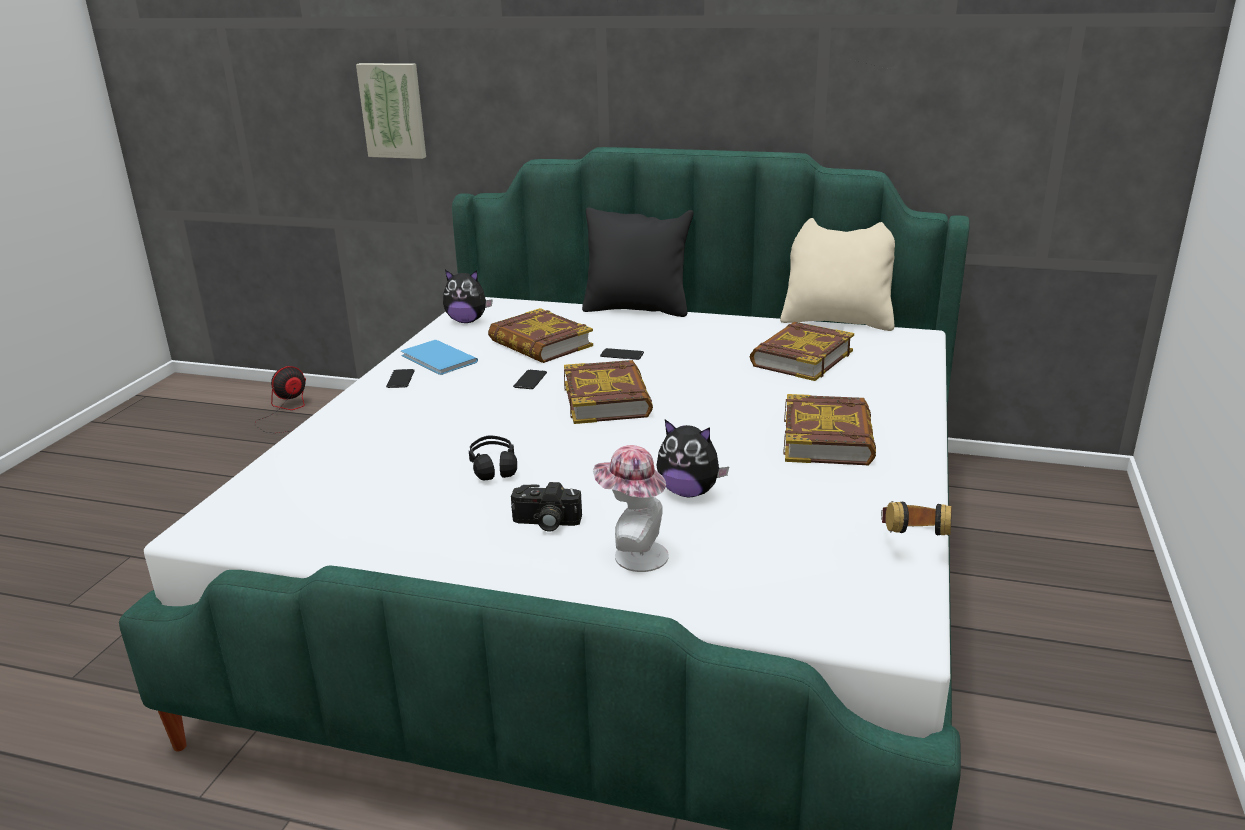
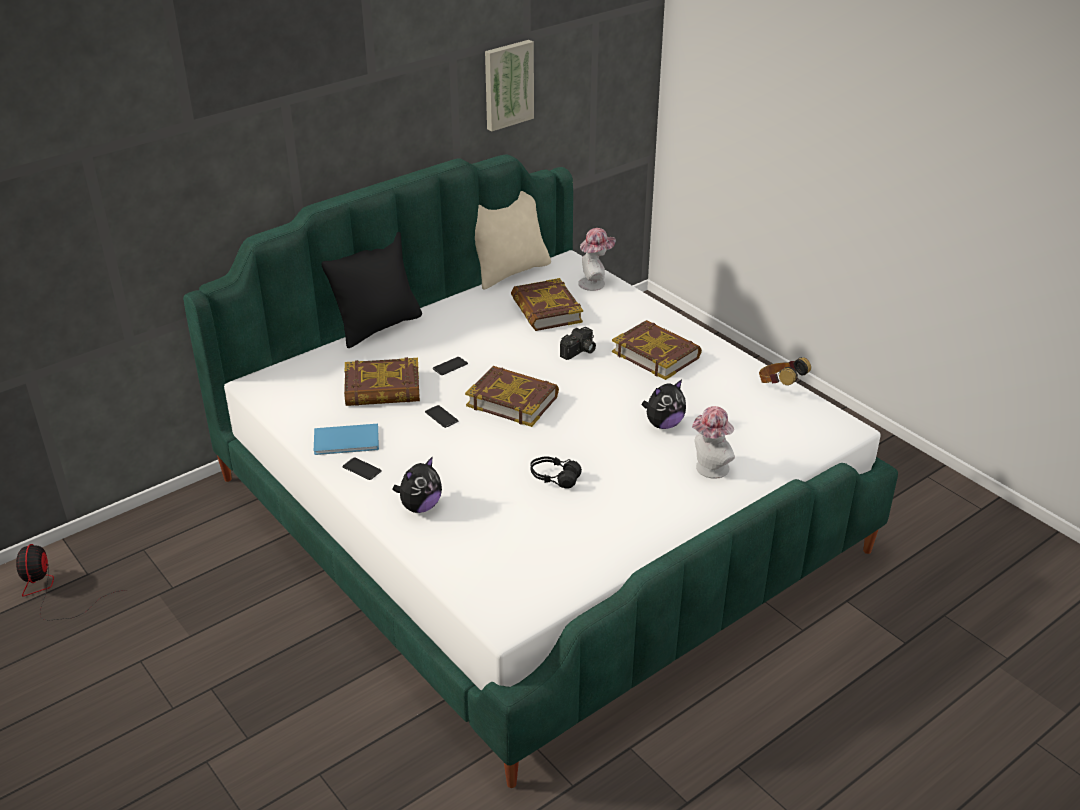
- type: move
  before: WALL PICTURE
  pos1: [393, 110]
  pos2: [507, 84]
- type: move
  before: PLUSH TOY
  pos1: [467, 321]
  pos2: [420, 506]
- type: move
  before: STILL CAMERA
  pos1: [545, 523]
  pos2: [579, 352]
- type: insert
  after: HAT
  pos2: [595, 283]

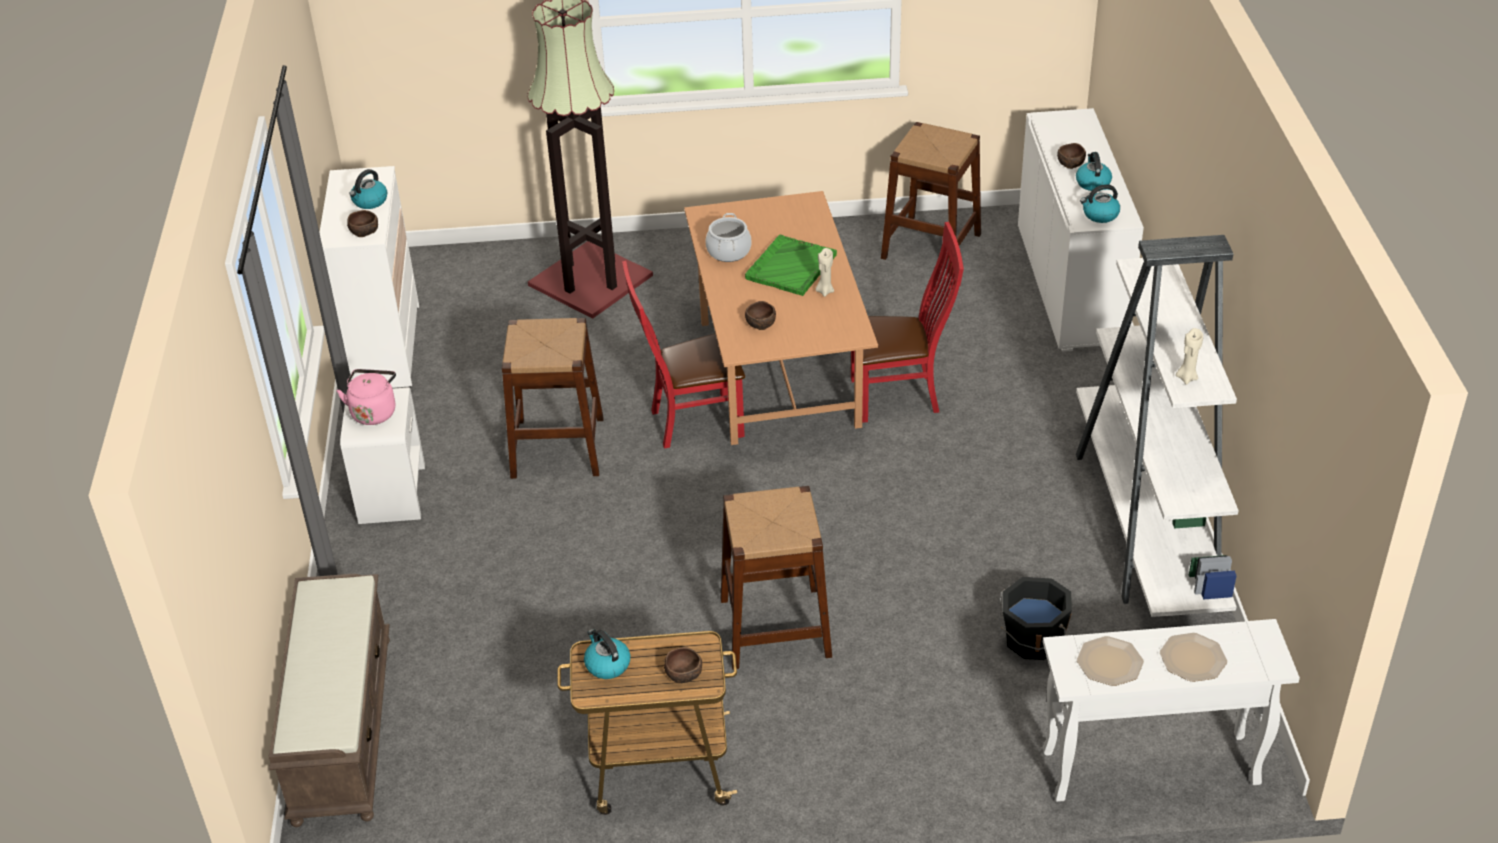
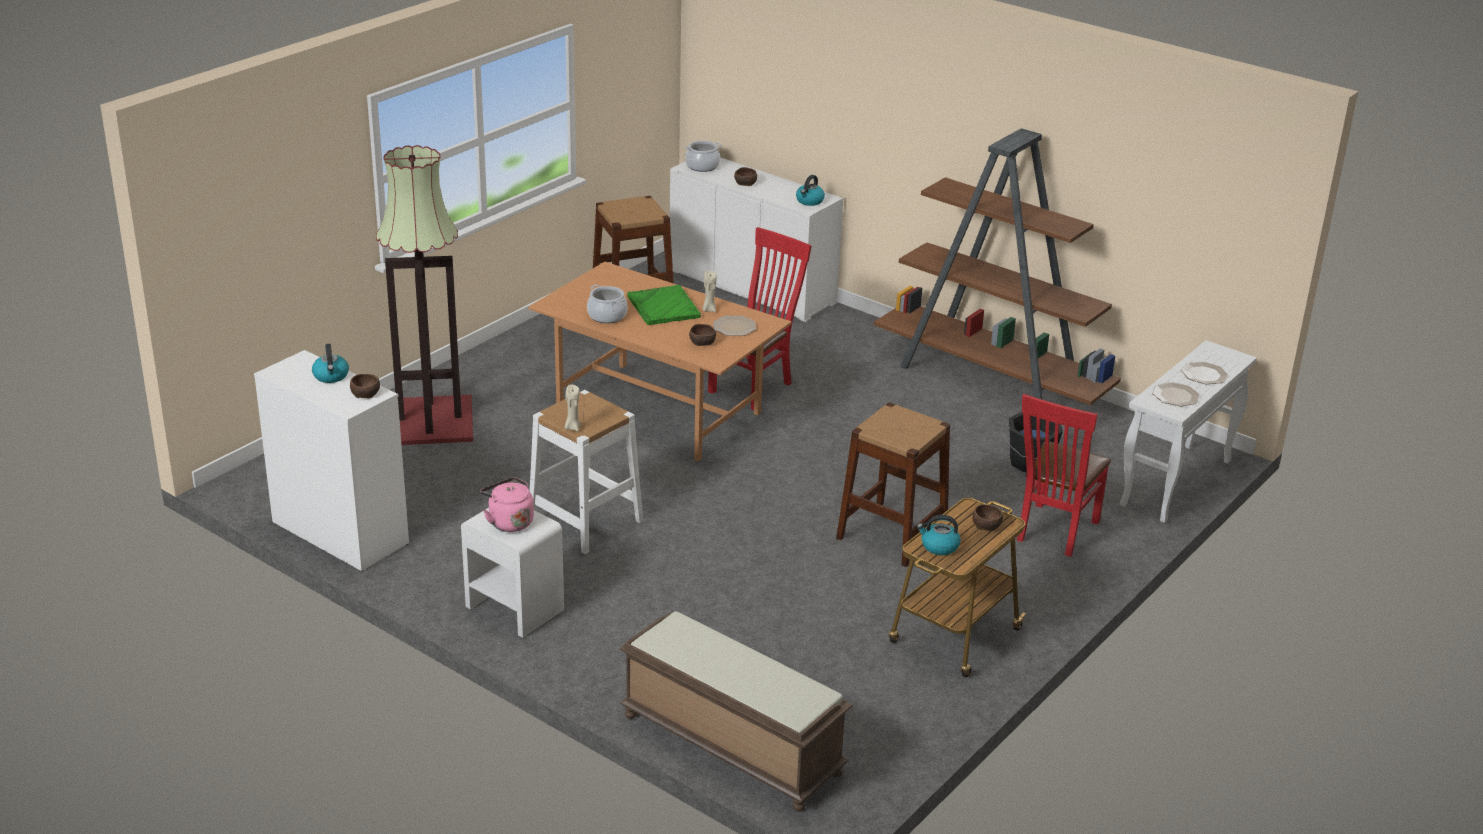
- type: delete
  before: TEA KETTLE
  pos1: [1092, 183]
- type: recolor
  before: WHITISH BOOKCASE
  after: BROWNISH BOOKCASE
  pos1: [1147, 525]
  pos2: [991, 380]
- type: move
  before: REDDISH PLAIN CHAIR
  pos1: [690, 422]
  pos2: [1053, 532]
- type: recolor
  before: BROWNISH STOOL SEAT
  after: WHITISH STOOL SEAT
  pos1: [557, 447]
  pos2: [585, 521]
- type: move
  before: BEIGE WAX LIGHT
  pos1: [1186, 377]
  pos2: [572, 427]
- type: insert
  after: STOCKPOT
  pos2: [702, 166]
- type: insert
  after: DINNER PLATE
  pos2: [734, 327]

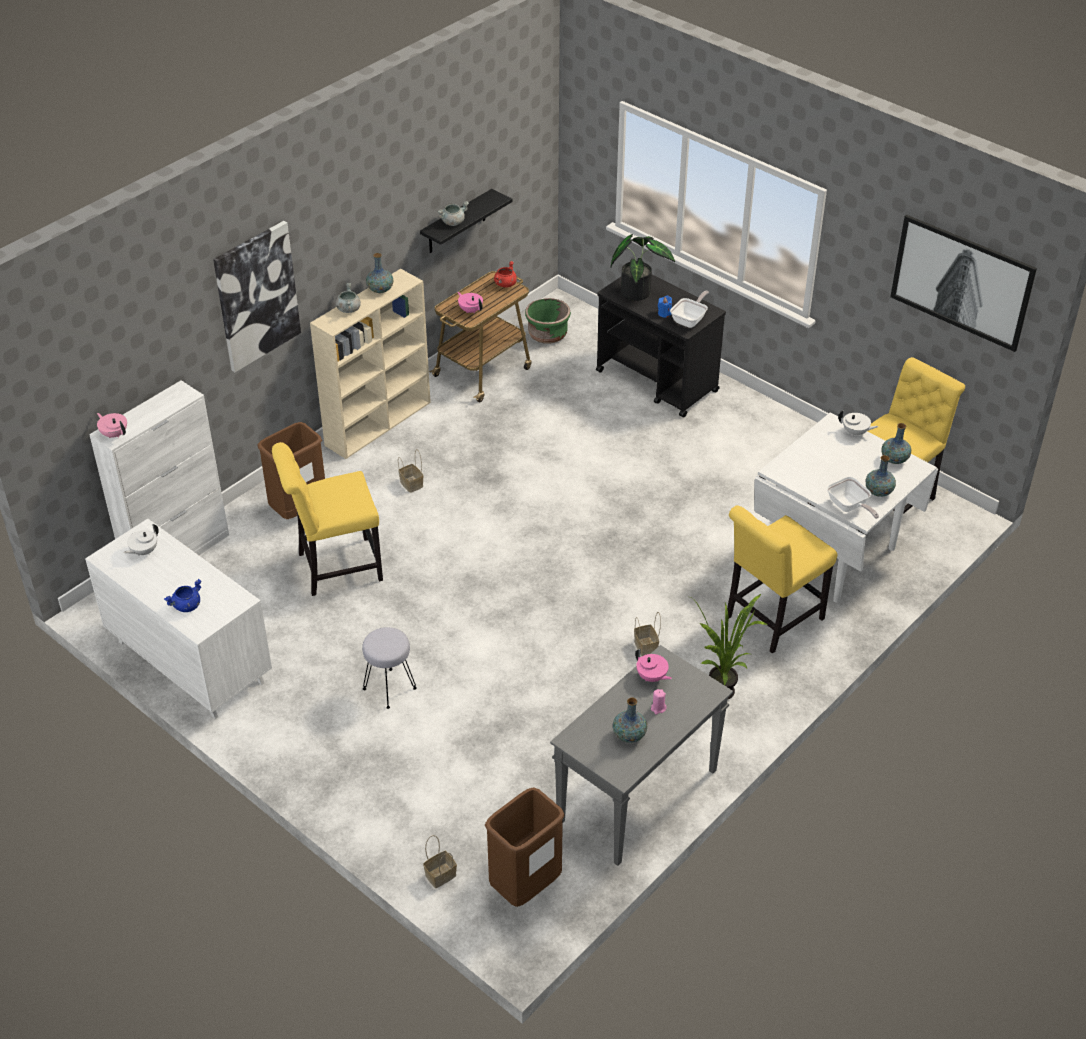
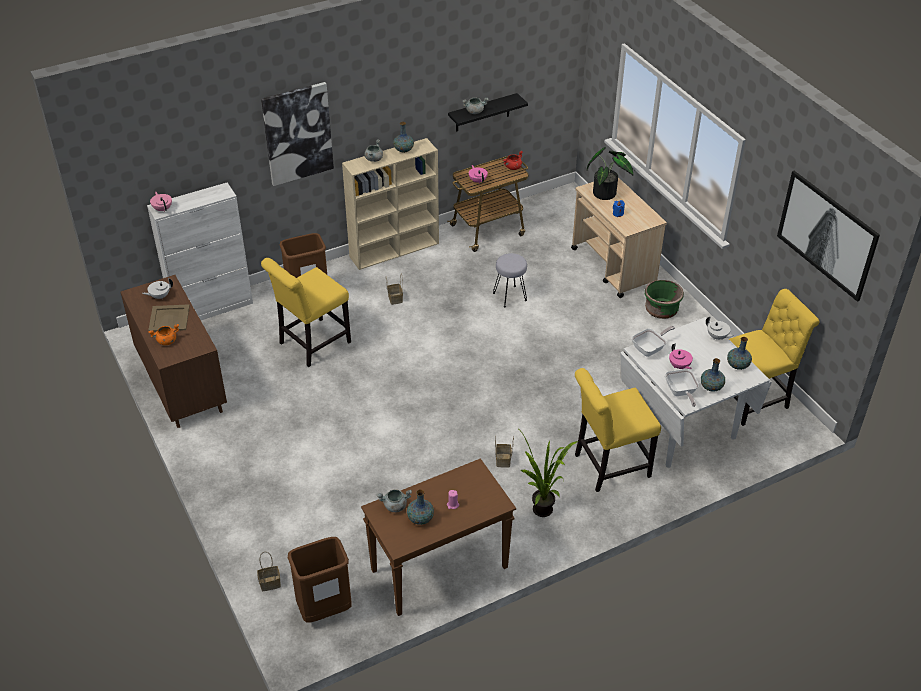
- type: recolor
  before: BLACKISH WHEELED CART
  after: BEIGE WHEELED CART
  pos1: [657, 381]
  pos2: [614, 267]
- type: move
  before: PAN
  pos1: [690, 320]
  pos2: [650, 349]
- type: move
  before: GREEN-COLOURED FLOWER POT
  pos1: [547, 335]
  pos2: [661, 310]
- type: rotate
  before: YELLOW-COLOURED PLAIN CHAIR
  pos1: [335, 568]
  pos2: [311, 344]
  turn: -45
- type: recolor
  before: WHITISH DRESSER
  after: BROWNISH DRESSER
  pos1: [189, 662]
  pos2: [181, 383]
- type: recolor
  before: BLUISH STOCKPOT
  after: ORANGE STOCKPOT
  pos1: [187, 606]
  pos2: [166, 341]
- type: move
  before: GRAY STOOL SEAT
  pos1: [390, 688]
  pos2: [510, 296]
- type: recolor
  before: GRAY CONSOLE TABLE
  after: BROWNISH CONSOLE TABLE
  pos1: [637, 798]
  pos2: [438, 570]
- type: move
  before: PINK TEAPOT
  pos1: [651, 677]
  pos2: [679, 366]
- type: insert
  after: BEIGE CARRYING TRAY
  pos2: [169, 318]
- type: insert
  after: GRAY STOCKPOT
  pos2: [395, 506]

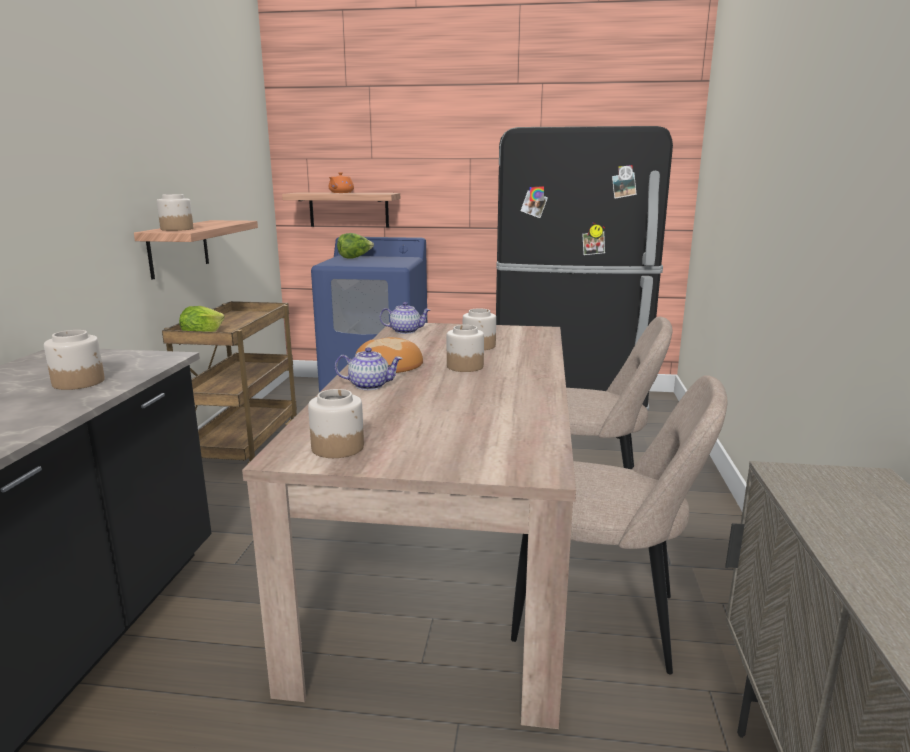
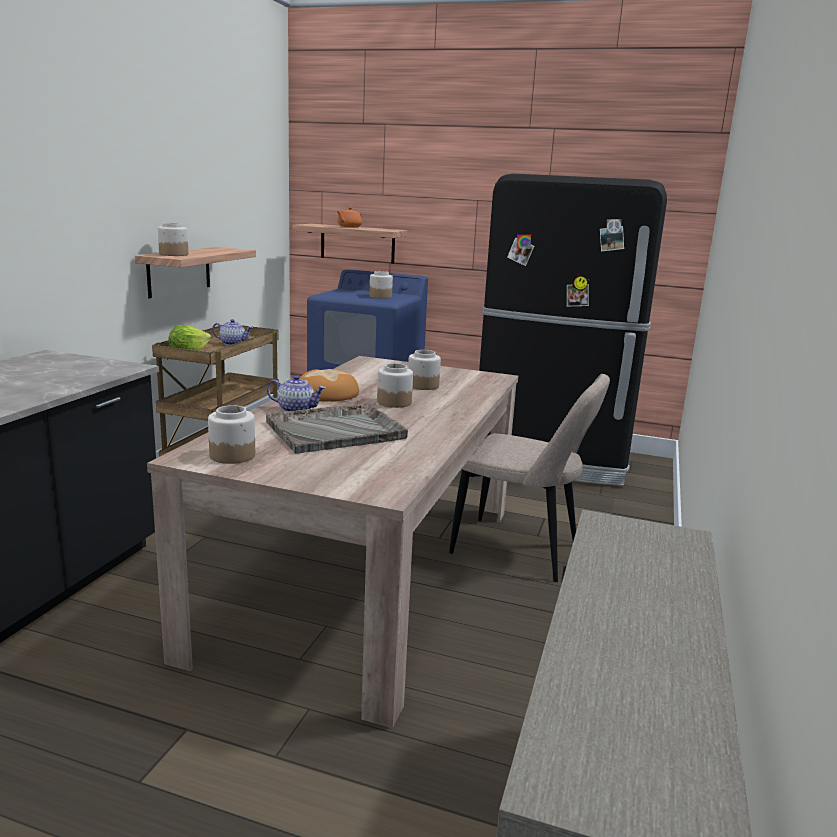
- type: delete
  before: LETTUCE HEAD
  pos1: [355, 258]
- type: move
  before: TEAPOT
  pos1: [405, 331]
  pos2: [233, 343]
- type: move
  before: PRESERVE JAR
  pos1: [79, 382]
  pos2: [381, 296]
- type: delete
  before: BEIGE PLAIN CHAIR
  pos1: [604, 620]
- type: insert
  after: GRAY CARRYING TRAY
  pos2: [337, 430]

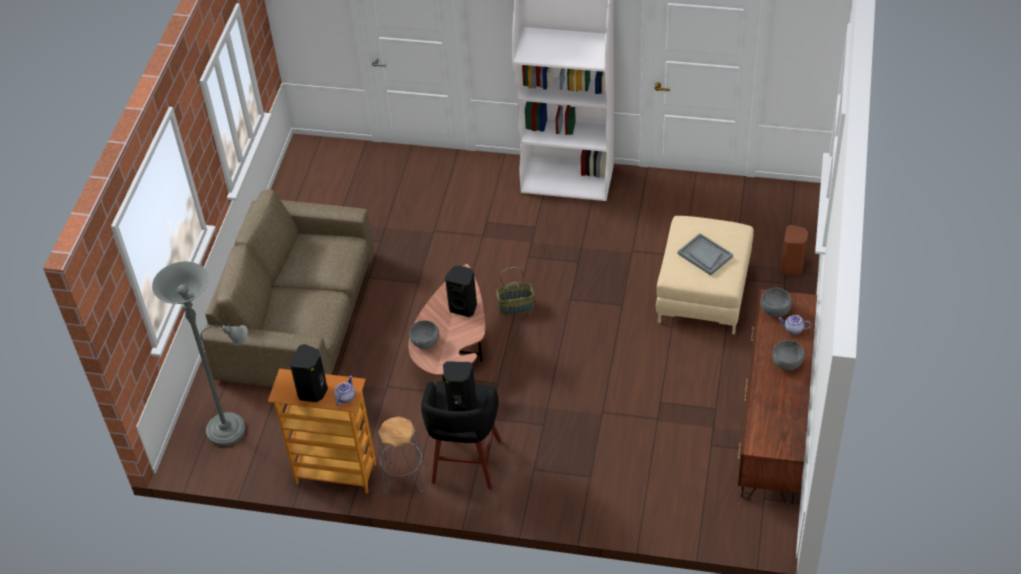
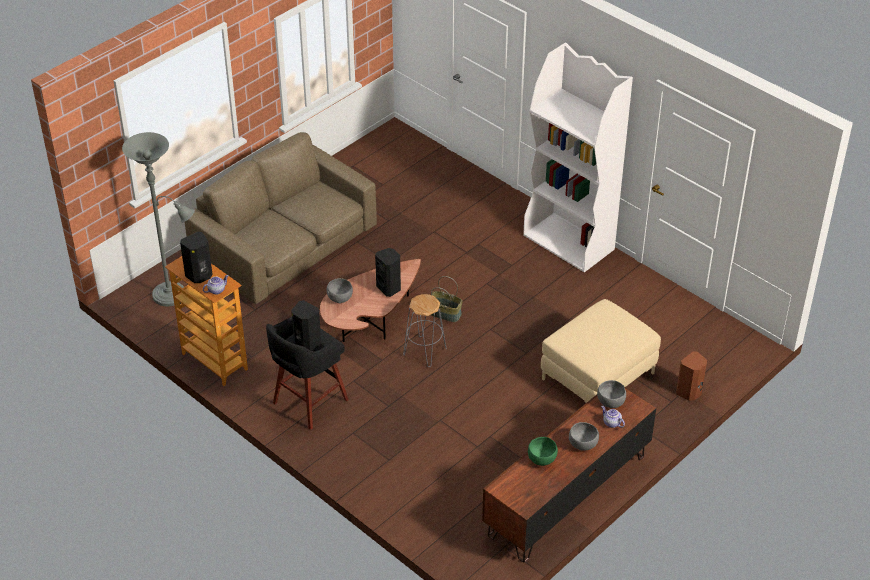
- type: delete
  before: GRAY CARRYING TRAY
  pos1: [704, 255]
- type: move
  before: GRAY STOOL SEAT
  pos1: [404, 477]
  pos2: [424, 351]
- type: insert
  after: GREEN-COLOURED SERVING BOWL
  pos2: [542, 458]

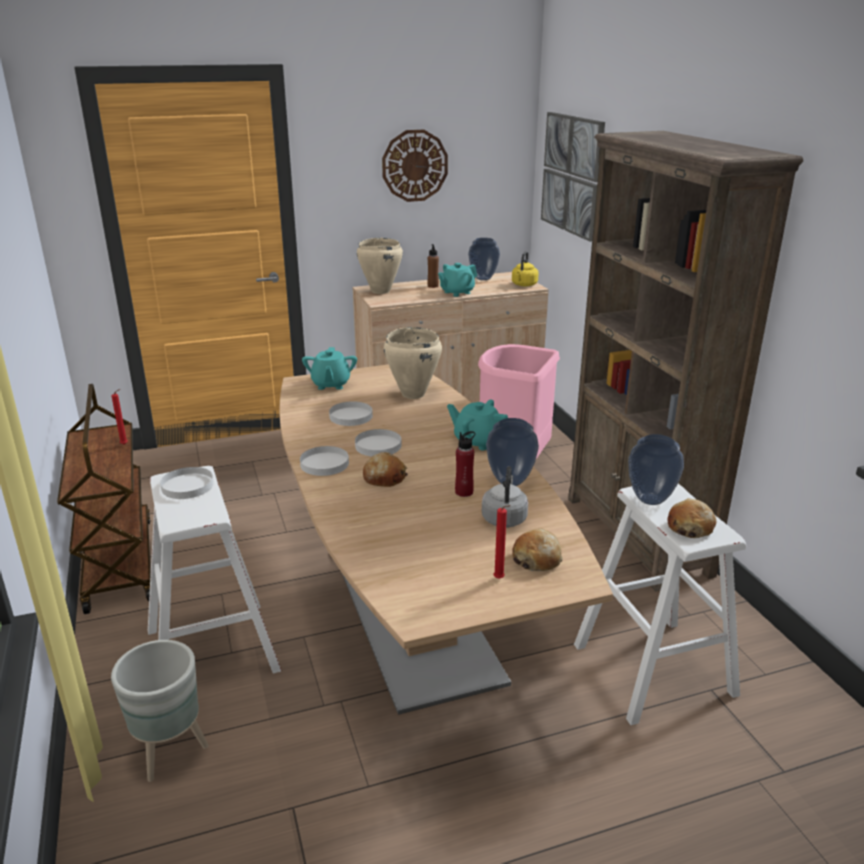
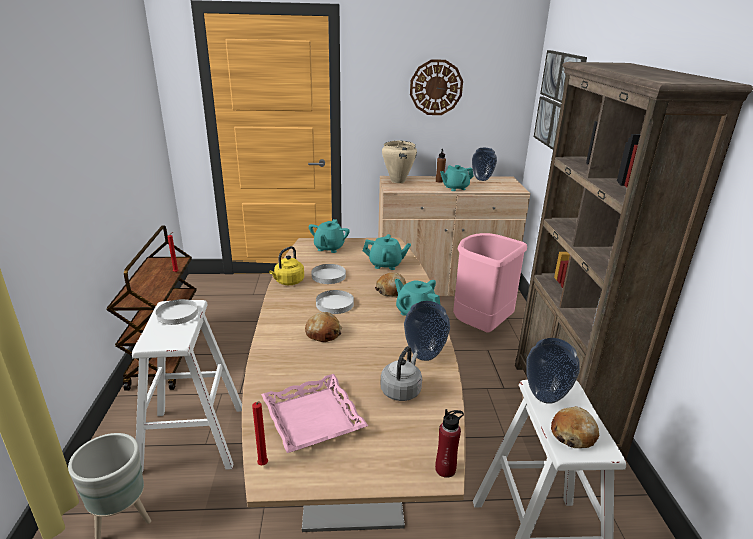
- type: move
  before: YELLOW-COLOURED TEA KETTLE
  pos1: [524, 285]
  pos2: [288, 282]
- type: replace
  before: BEIGE STOCKPOT
  after: BLUE-GREEN TEAPOT
  pos1: [412, 394]
  pos2: [386, 264]
- type: move
  before: REDDISH BOTTLE
  pos1: [464, 492]
  pos2: [445, 469]
- type: delete
  before: WHITISH DINNER PLATE
  pos1: [324, 463]
- type: move
  before: REDDISH WAX LIGHT
  pos1: [500, 579]
  pos2: [263, 465]
- type: move
  before: BREAD
  pos1: [537, 559]
  pos2: [391, 290]
- type: insert
  after: PINK CARRYING TRAY
  pos2: [314, 418]

